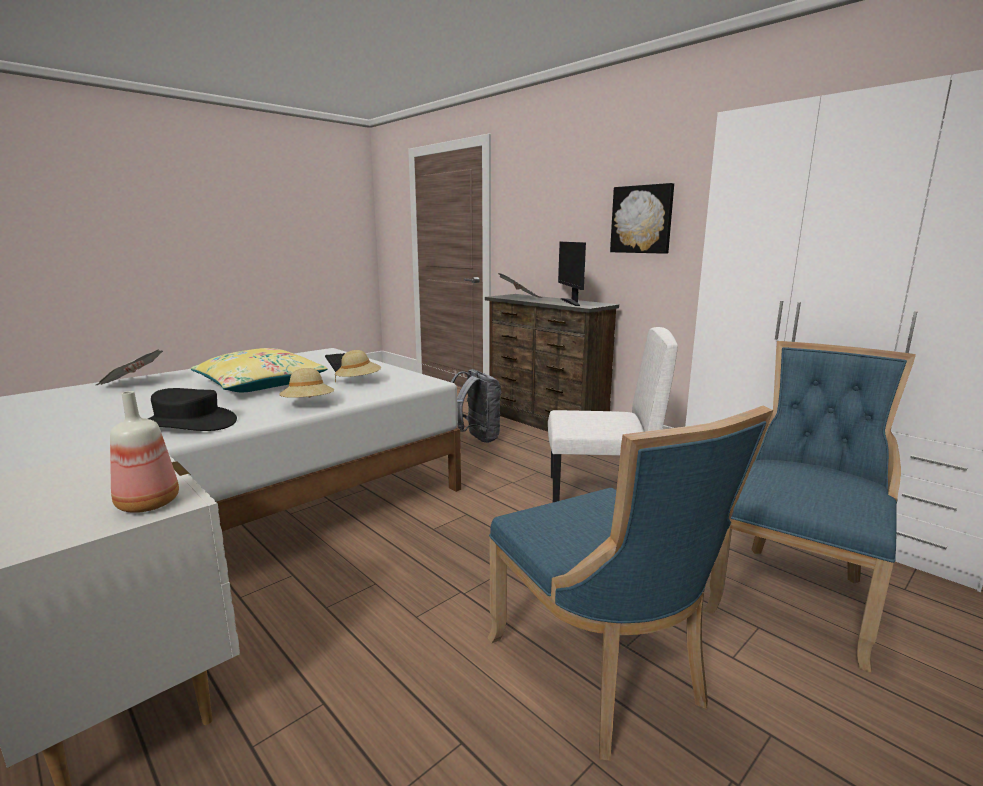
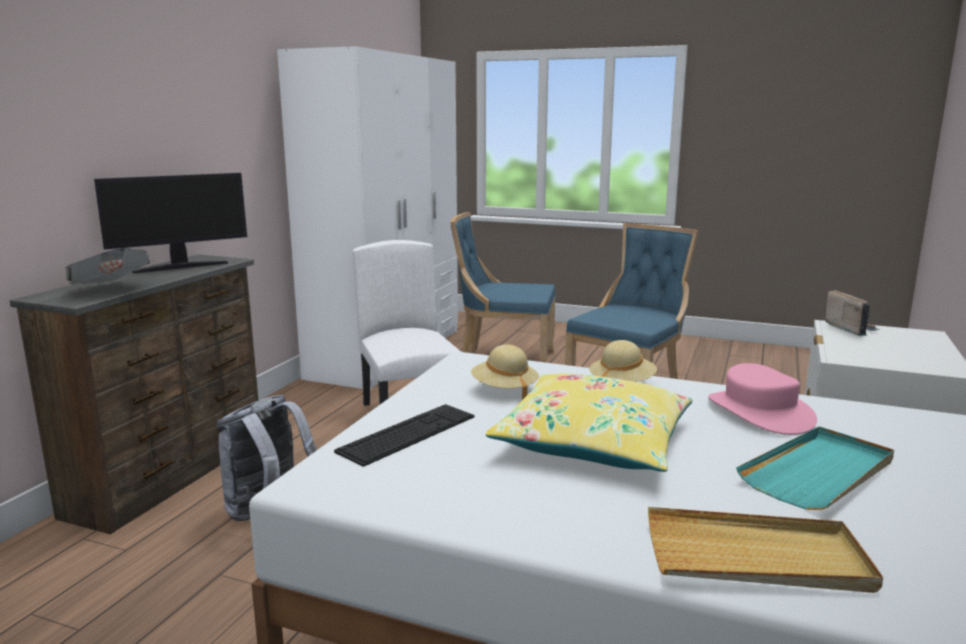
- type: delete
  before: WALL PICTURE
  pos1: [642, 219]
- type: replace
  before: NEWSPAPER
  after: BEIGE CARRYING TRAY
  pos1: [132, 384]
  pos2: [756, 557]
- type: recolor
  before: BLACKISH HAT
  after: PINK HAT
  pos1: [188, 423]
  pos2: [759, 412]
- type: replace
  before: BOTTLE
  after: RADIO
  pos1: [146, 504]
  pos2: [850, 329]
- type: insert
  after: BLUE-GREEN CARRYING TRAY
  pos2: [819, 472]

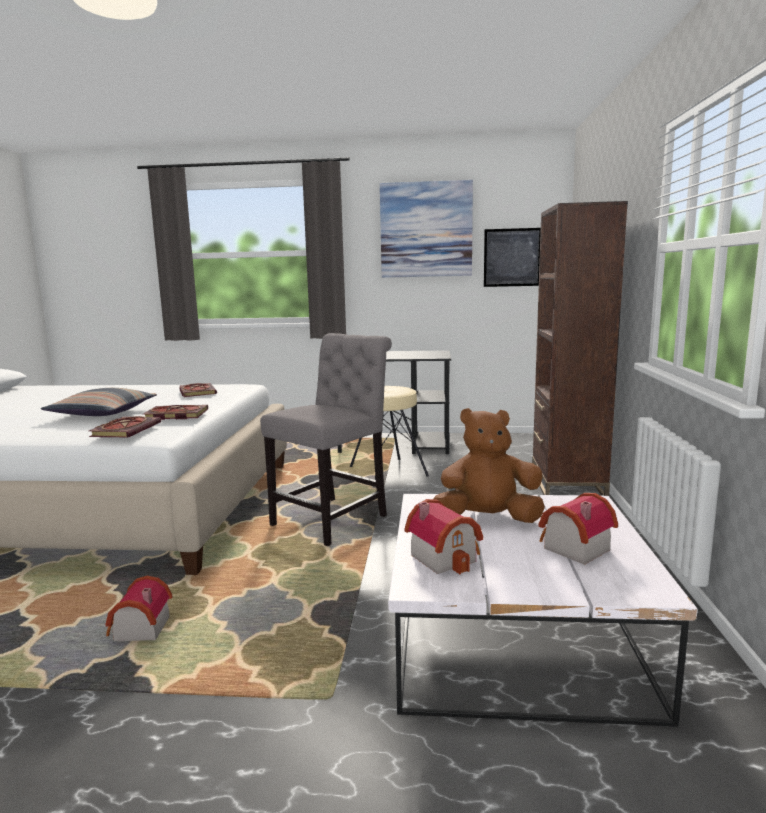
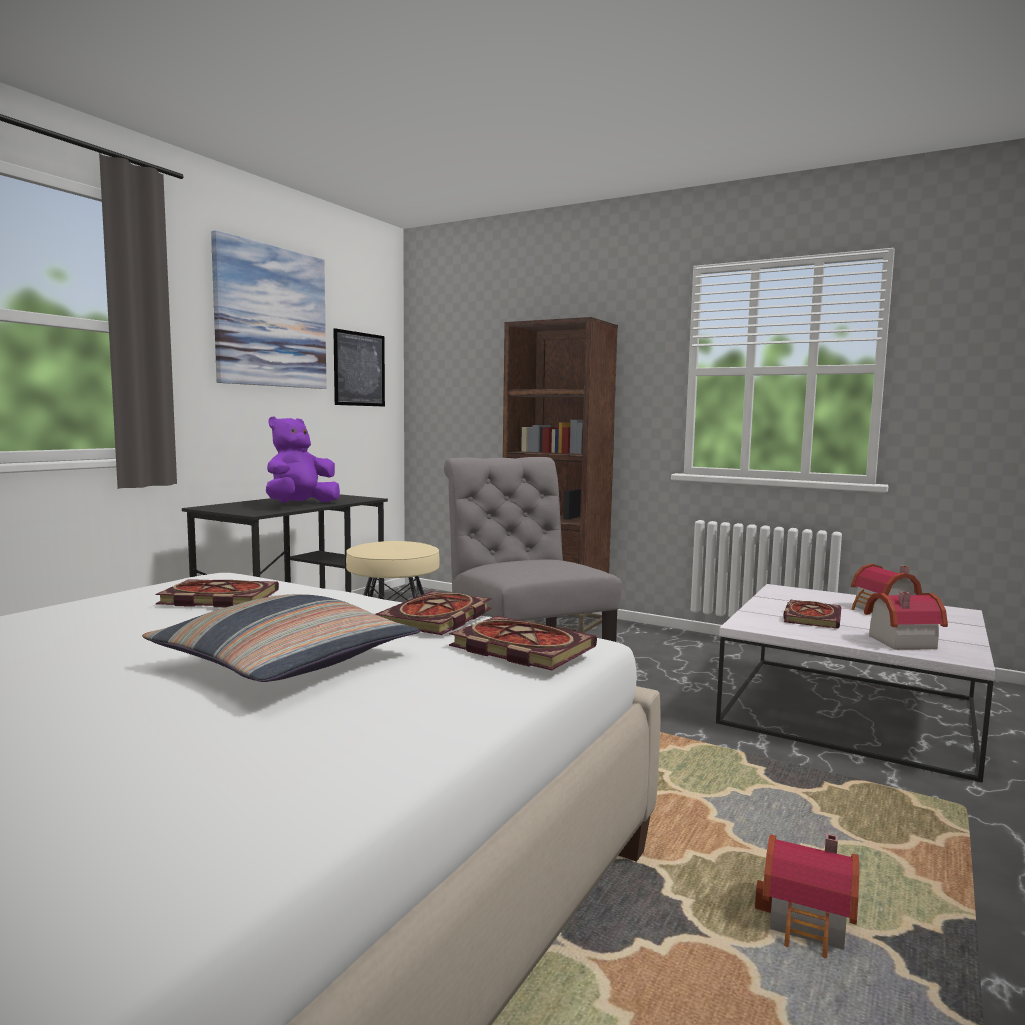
- type: replace
  before: BROWNISH PLUSH TOY
  after: BOUND BOOK
  pos1: [488, 519]
  pos2: [811, 617]
- type: insert
  after: PURPLISH PLUSH TOY
  pos2: [300, 504]

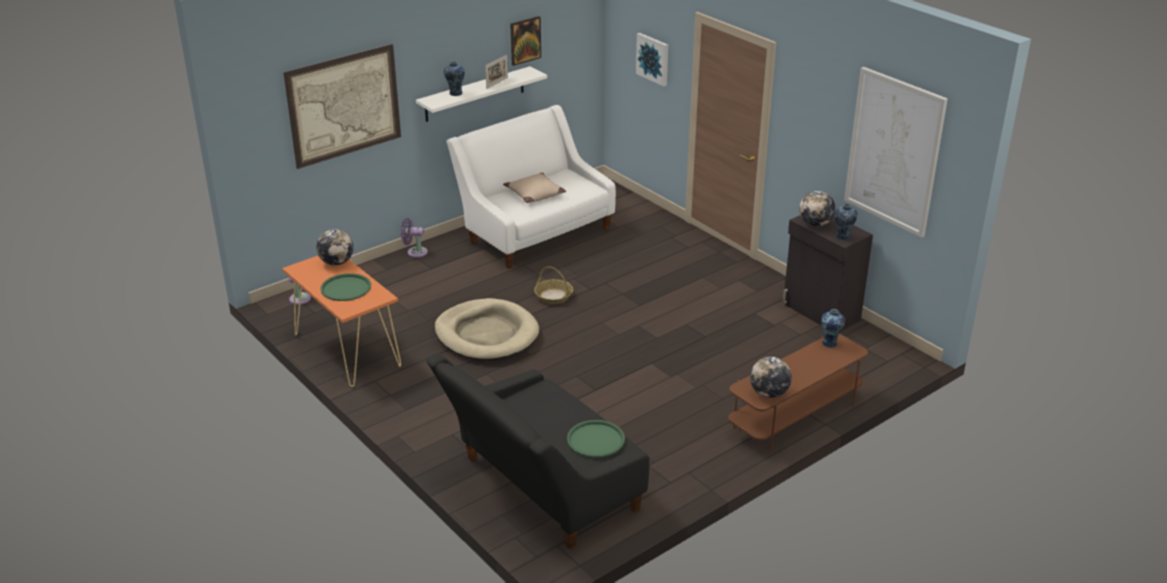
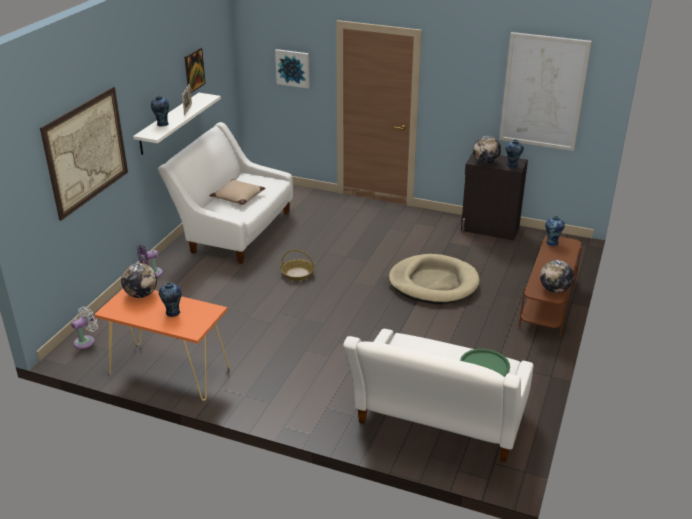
- type: replace
  before: GREEN-COLOURED CARRYING TRAY
  after: VASE
  pos1: [346, 288]
  pos2: [172, 313]
- type: move
  before: BEIGE PET BED
  pos1: [486, 334]
  pos2: [433, 283]
- type: recolor
  before: BLACKISH SOFA
  after: WHITISH SOFA
  pos1: [541, 489]
  pos2: [437, 424]

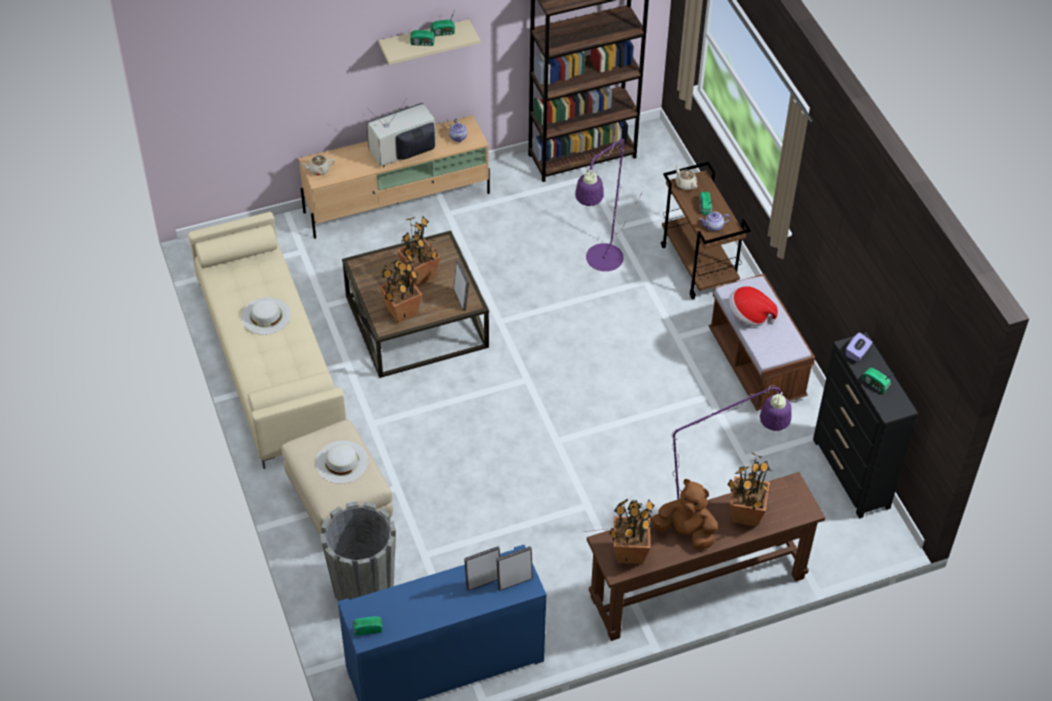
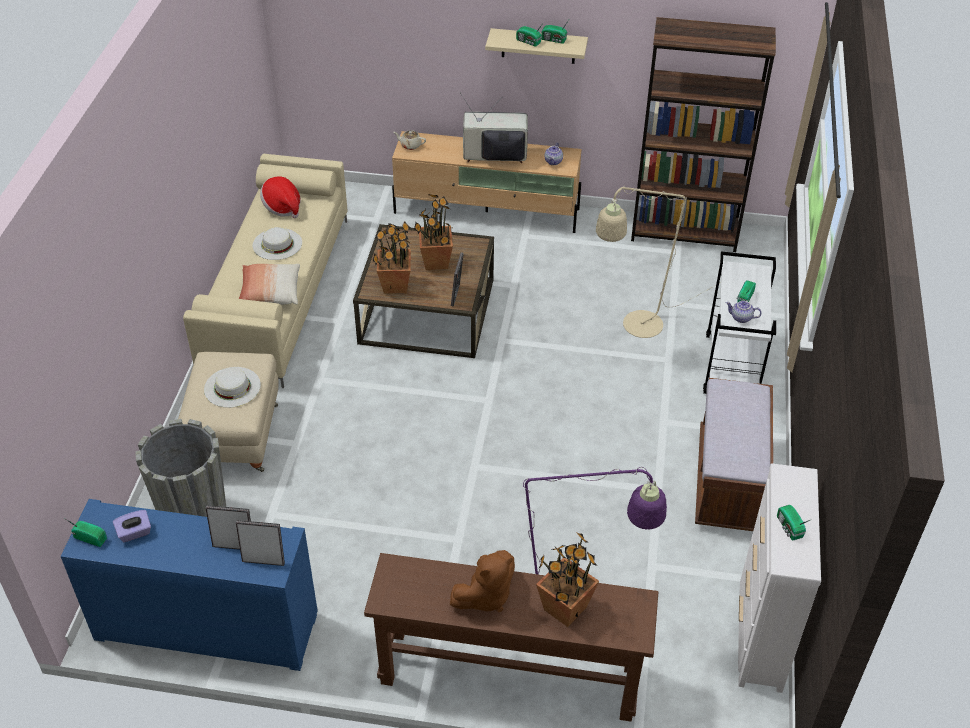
- type: recolor
  before: PURPLISH STANDING LAMP
  after: BEIGE STANDING LAMP
  pos1: [601, 264]
  pos2: [635, 328]
- type: recolor
  before: BROWNISH WHEELED CART
  after: WHITISH WHEELED CART
  pos1: [699, 266]
  pos2: [732, 367]
- type: delete
  before: BEIGE TEAPOT
  pos1: [685, 184]
- type: move
  before: HAT
  pos1: [749, 315]
  pos2: [282, 207]
- type: move
  before: PURPLISH TISSUE BOX
  pos1: [857, 353]
  pos2: [134, 533]
- type: recolor
  before: BLACKISH DRESSER
  after: WHITISH DRESSER
  pos1: [851, 474]
  pos2: [760, 635]
- type: rotate
  before: BROWNISH PLUSH TOY
  pos1: [685, 532]
  pos2: [485, 596]
  turn: 90
- type: delete
  before: HOUSEPLANT
  pos1: [629, 552]
- type: insert
  after: PILLOW
  pos2: [270, 293]

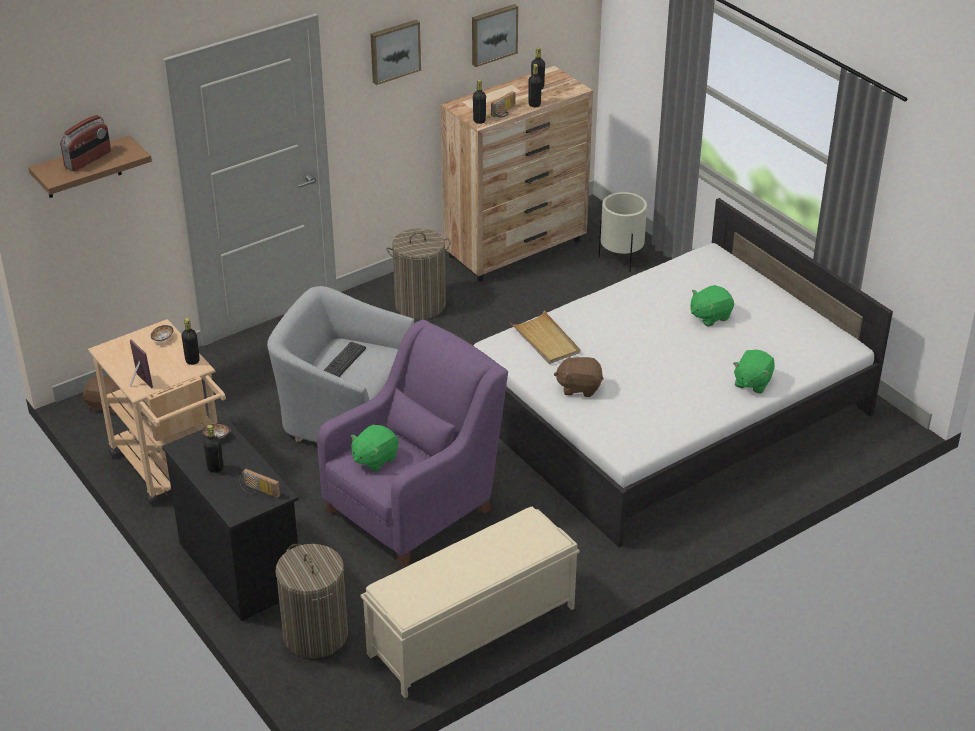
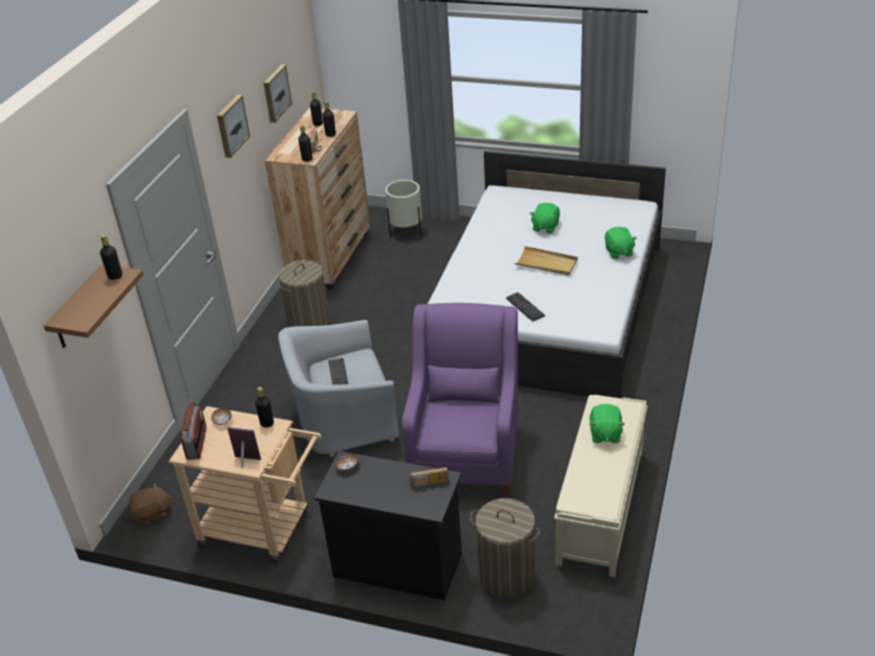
- type: move
  before: RADIO
  pos1: [88, 160]
  pos2: [197, 443]
- type: move
  before: BEIGE CARRYING TRAY
  pos1: [545, 340]
  pos2: [546, 263]
- type: replace
  before: BROWNISH PLUSH TOY
  after: COMPUTER KEYBOARD
  pos1: [579, 387]
  pos2: [525, 307]
- type: move
  before: BLACKISH BOTTLE
  pos1: [215, 468]
  pos2: [115, 276]
- type: move
  before: GREEN-COLOURED PLUSH TOY
  pos1: [374, 459]
  pos2: [605, 434]

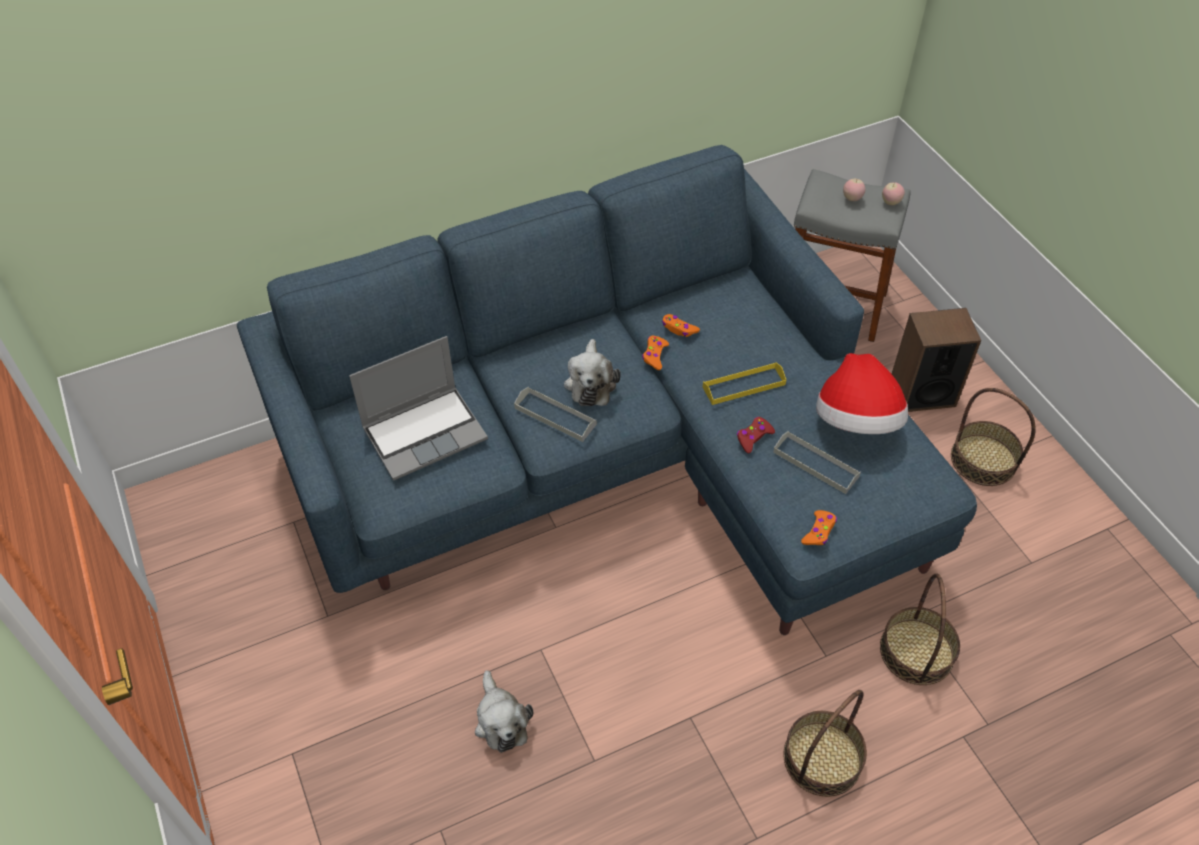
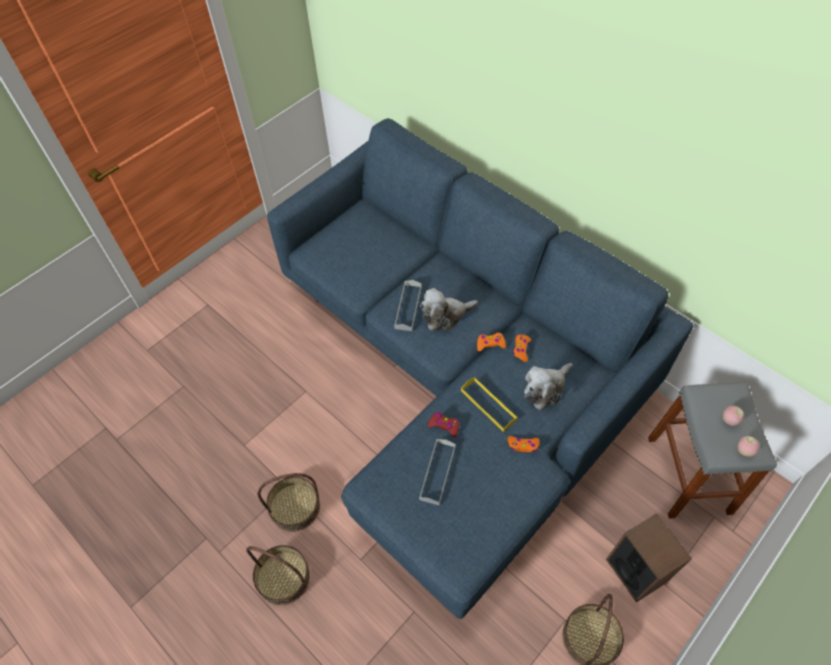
- type: delete
  before: PORTABLE COMPUTER
  pos1: [425, 432]
- type: delete
  before: HAT
  pos1: [857, 421]
- type: move
  before: ORANGE GAME CONTROLLER
  pos1: [819, 531]
  pos2: [523, 445]
- type: move
  before: HOUSEHOLD BASKET
  pos1: [916, 652]
  pos2: [294, 507]
- type: move
  before: PLUSH TOY
  pos1: [501, 720]
  pos2: [545, 389]

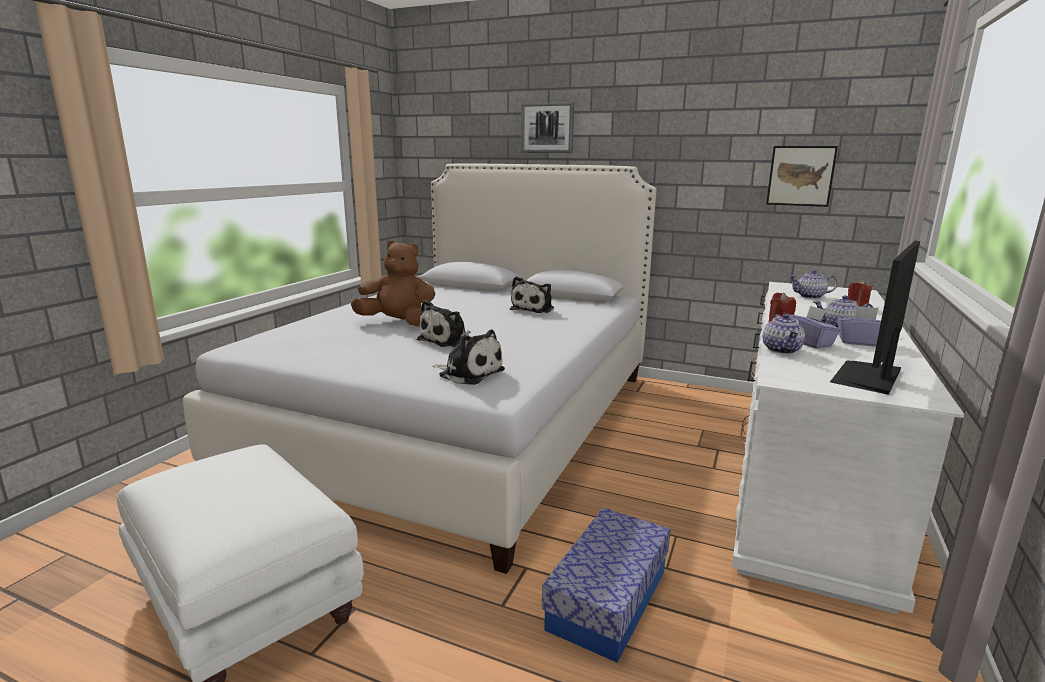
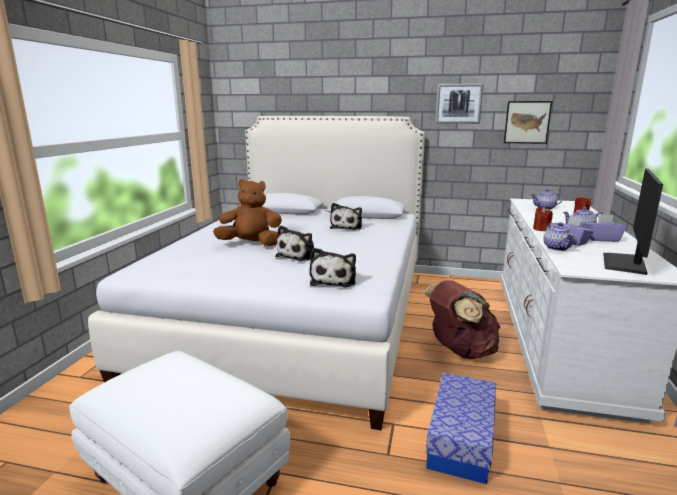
- type: move
  before: WALL PICTURE
  pos1: [547, 128]
  pos2: [458, 103]
- type: rotate
  before: PLUSH TOY
  pos1: [469, 373]
  pos2: [334, 280]
  turn: 75
- type: insert
  after: BROWNISH RUCKSACK
  pos2: [460, 351]

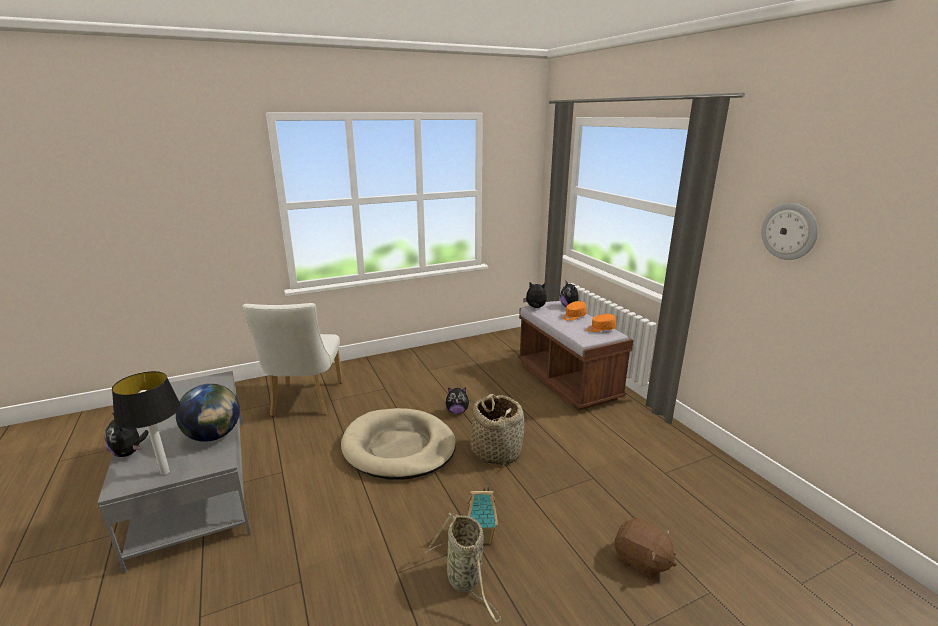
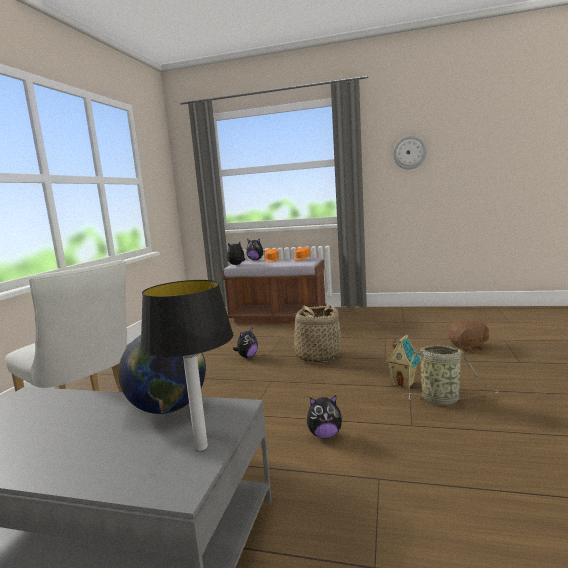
- type: delete
  before: BEIGE PET BED
  pos1: [399, 447]
- type: move
  before: PLUSH TOY
  pos1: [129, 453]
  pos2: [325, 435]

